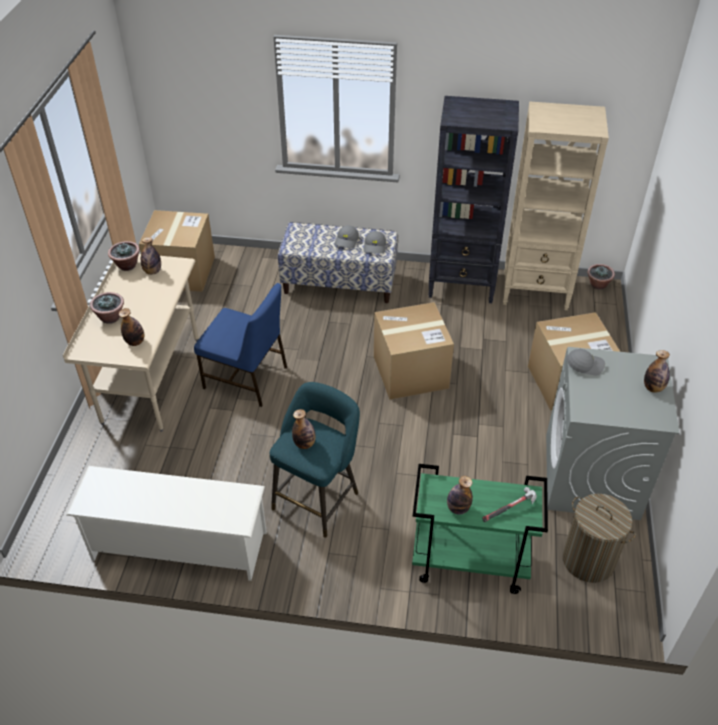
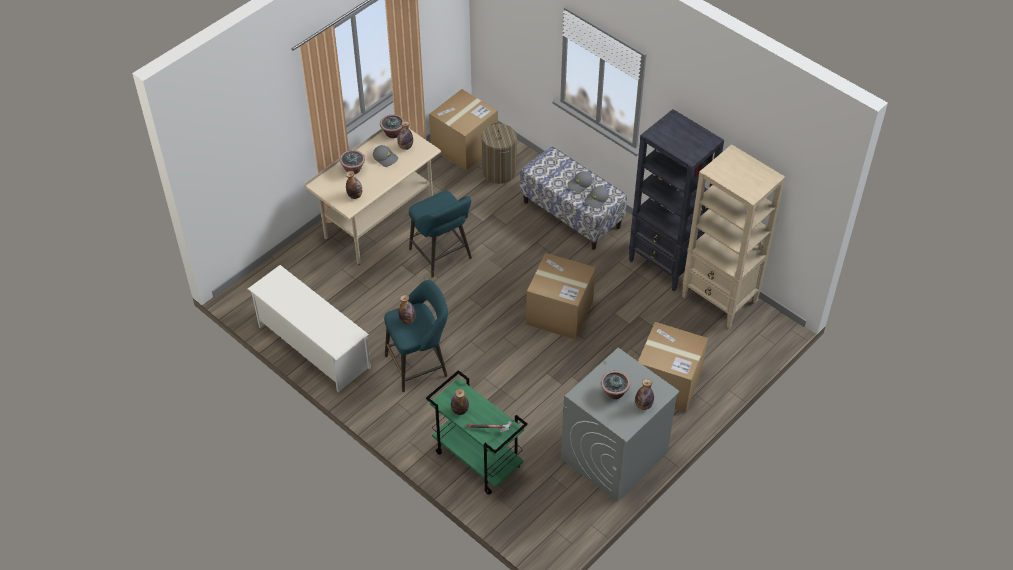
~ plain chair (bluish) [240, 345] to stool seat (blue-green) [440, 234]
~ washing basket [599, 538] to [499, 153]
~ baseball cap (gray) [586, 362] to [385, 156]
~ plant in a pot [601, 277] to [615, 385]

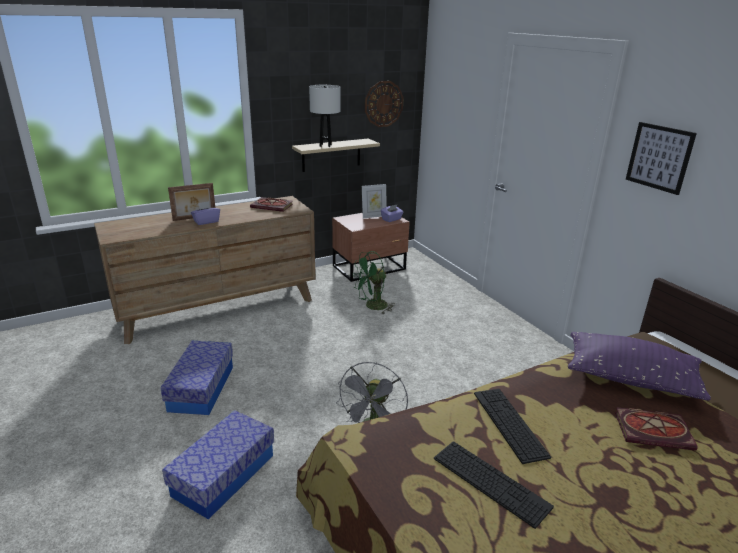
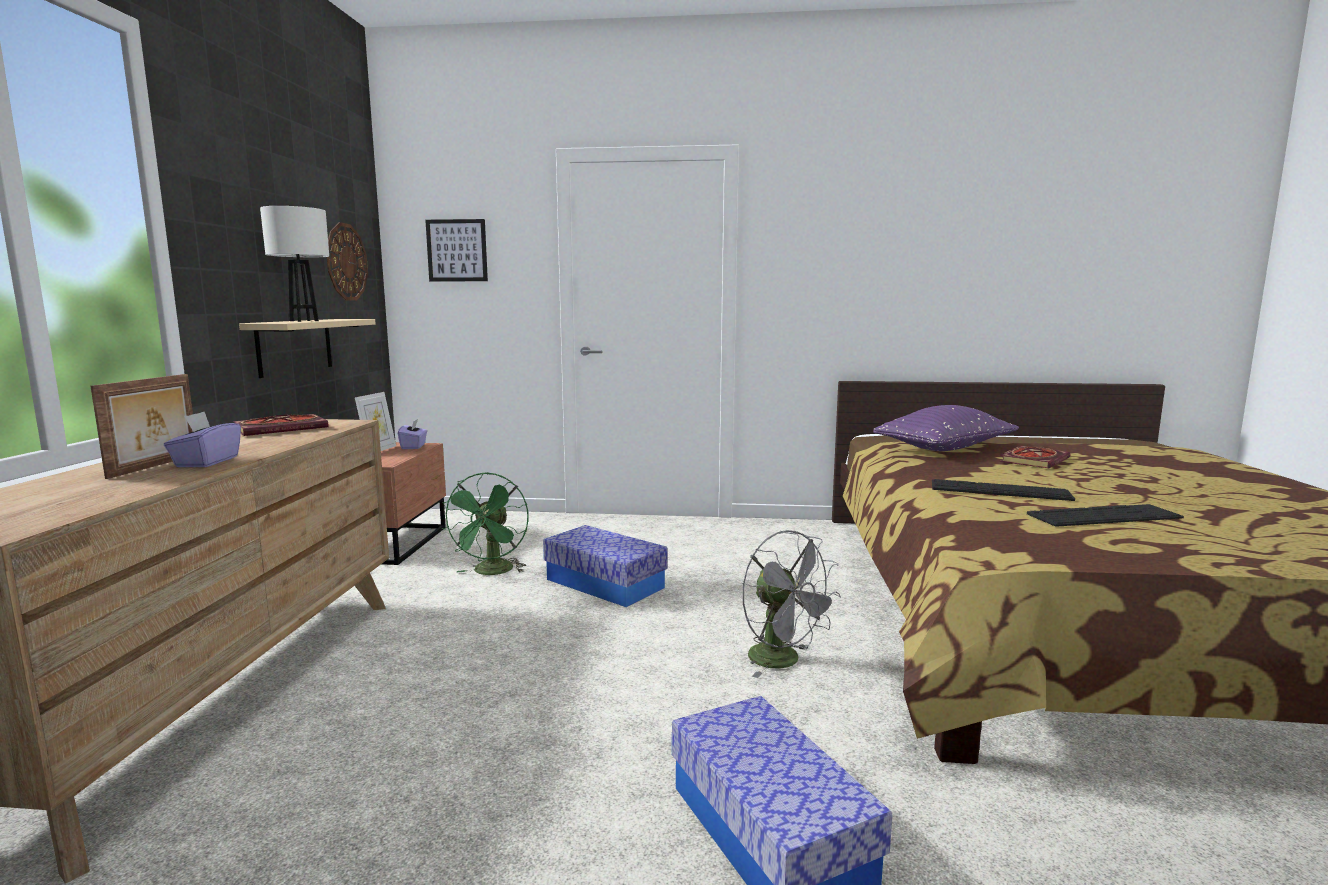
~ storage container [196, 378] to [605, 566]
~ wall art [661, 158] to [456, 250]

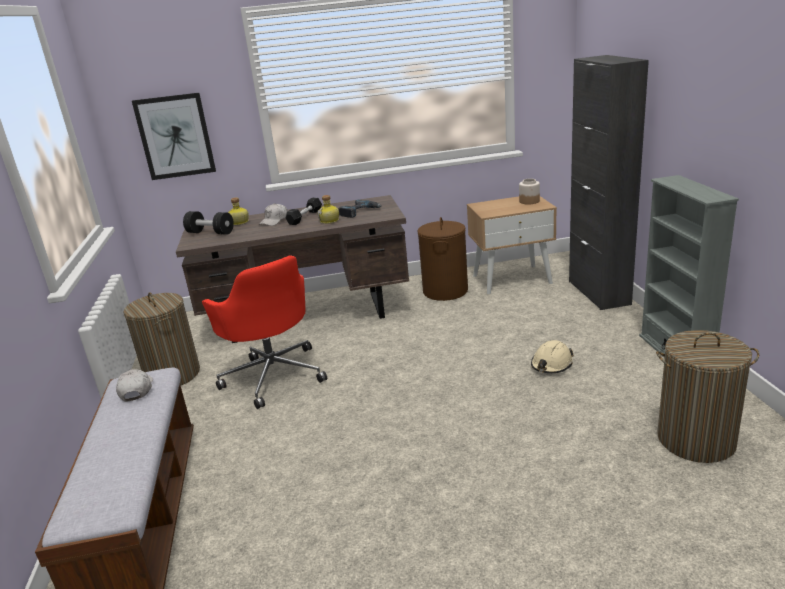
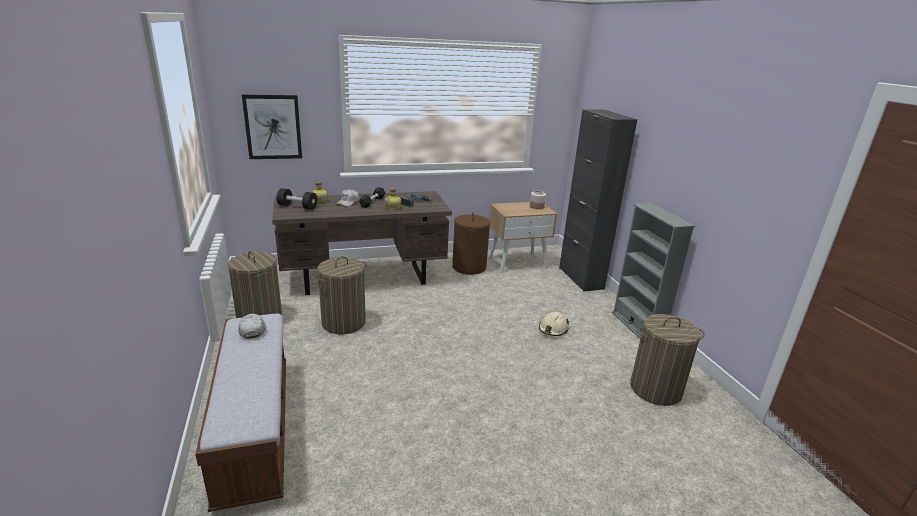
~ office chair (red-coloured) [264, 332] to washing basket [341, 295]

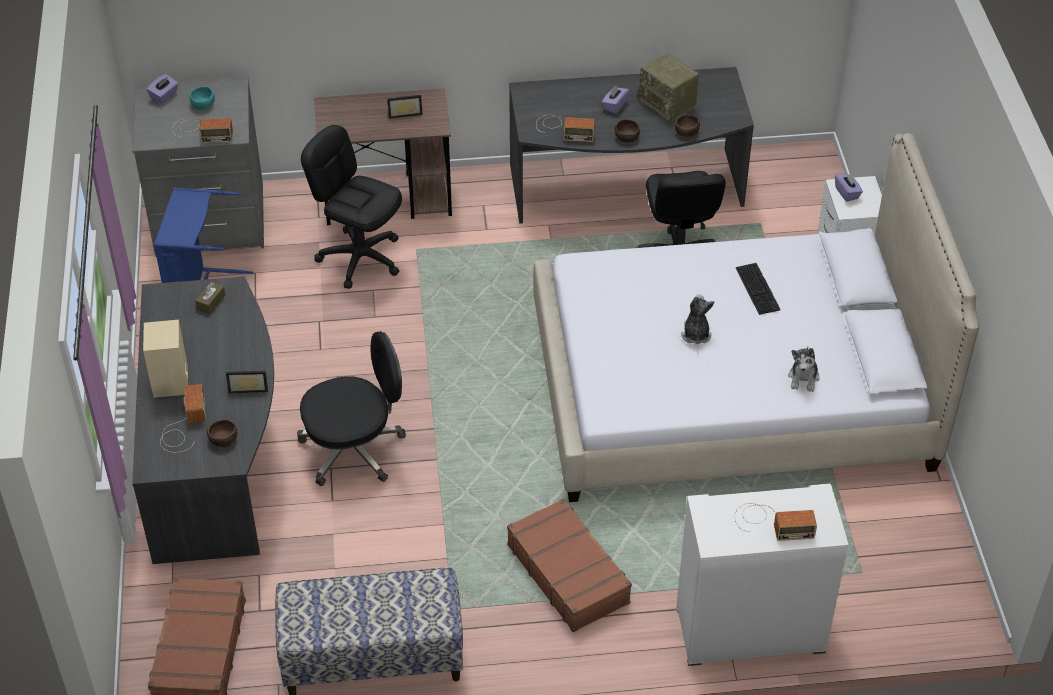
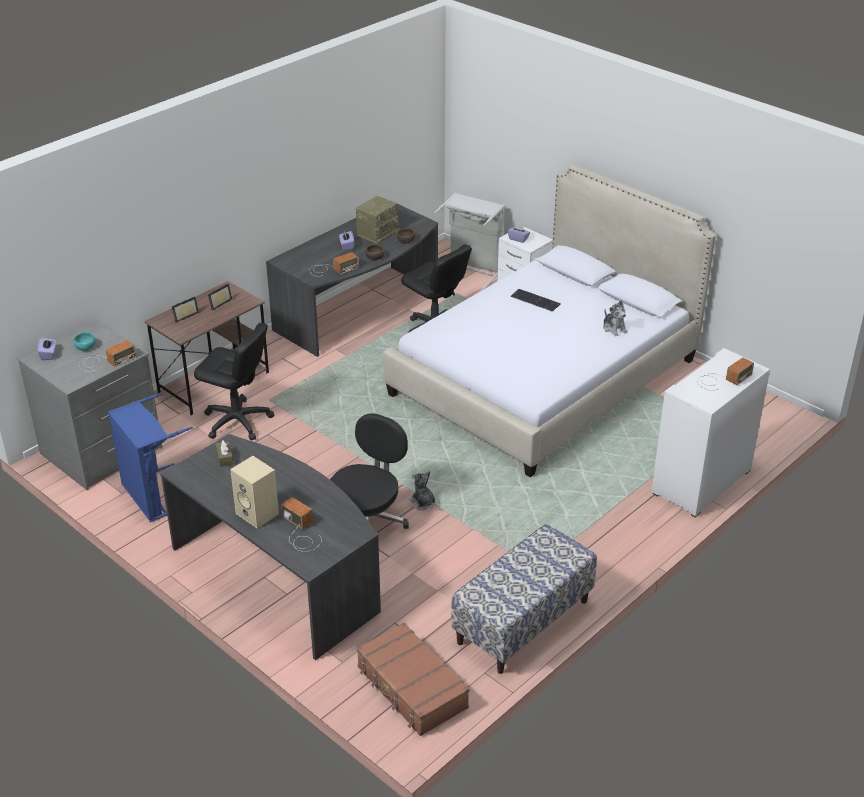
- deep dish (brown) [222, 433]
~ picture frame [247, 382] to [185, 310]
~ office chair (black-coloured) [351, 207] = [234, 381] 150 degrees counterclockwise
- travel case (brown) [569, 565]
~ radio [669, 88] = [378, 220] 60 degrees counterclockwise
~ cuddly toy [698, 319] to [422, 491]
+ washing basket (gray) [469, 241]

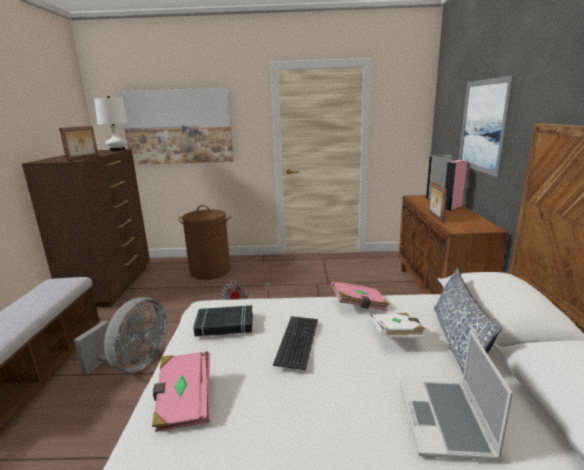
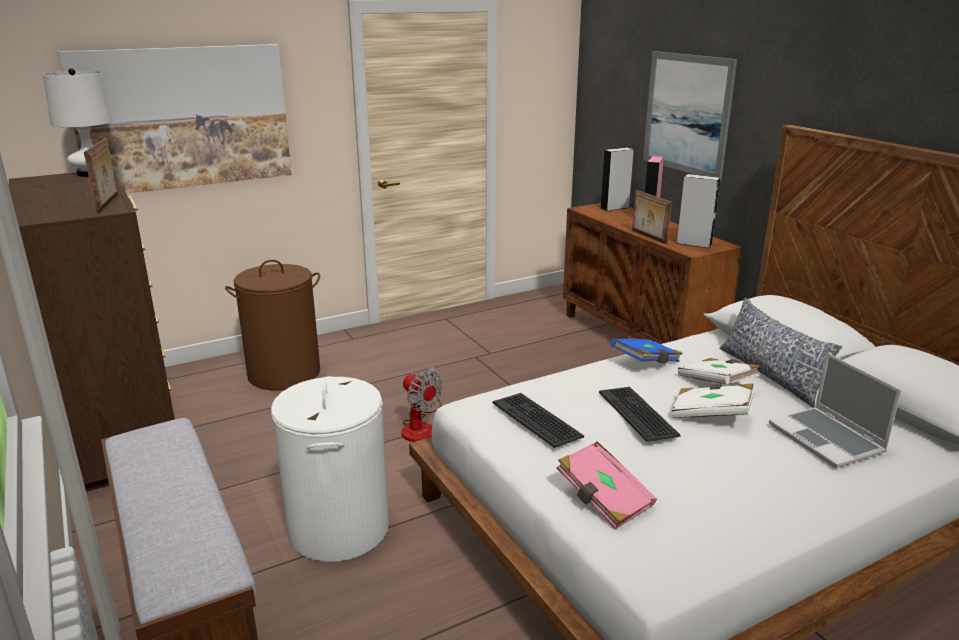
~ electric fan (gray) [120, 335] to washing basket (white) [330, 469]
~ volume (black-coloured) [223, 321] to computer keyboard [538, 420]
~ volume (pink-coloured) [360, 296] to volume (bluish) [646, 350]
+ volume (white) [713, 400]
+ loudspeaker (gray) [698, 211]

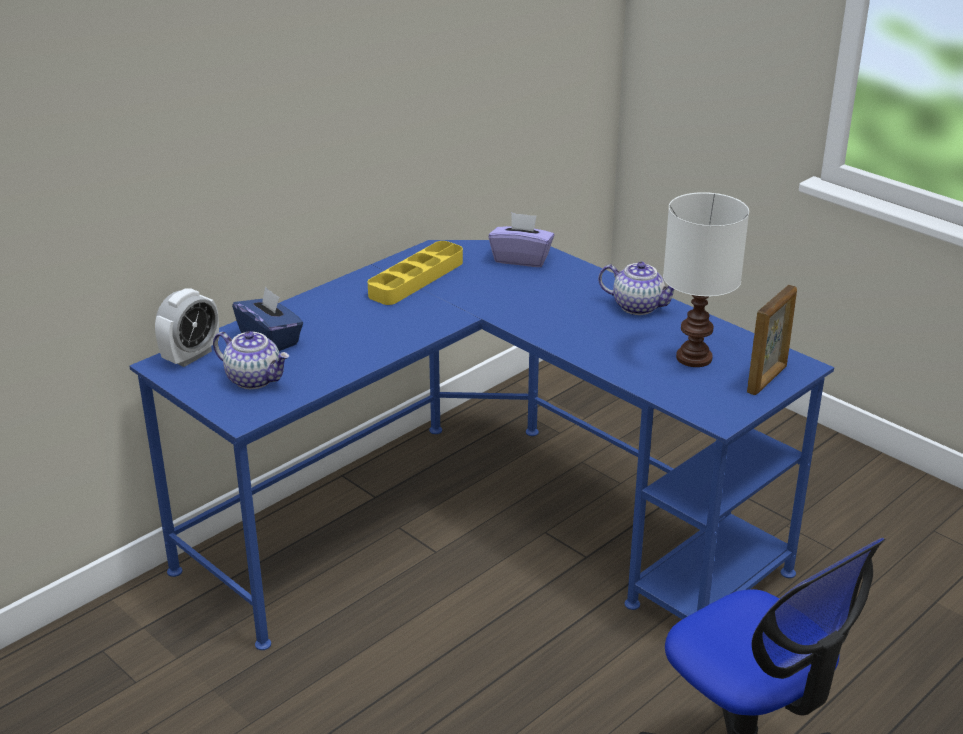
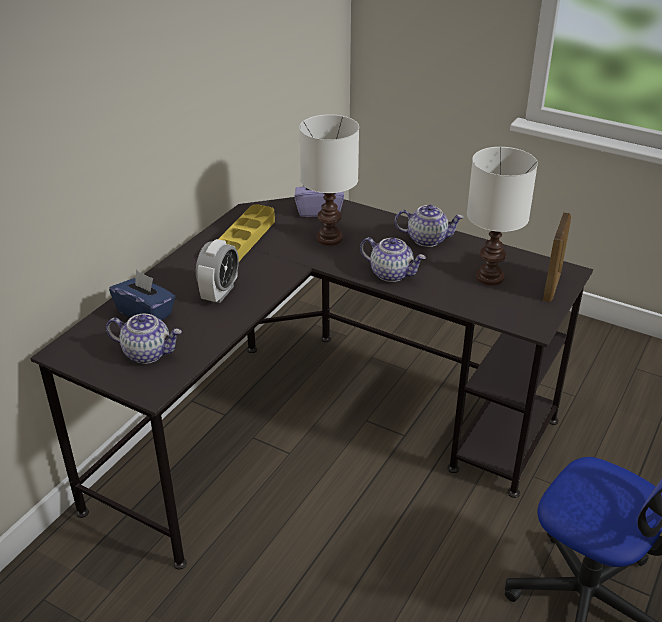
~ desk table (bluish) [481, 445] to desk table (black-coloured) [311, 383]
~ table clock [187, 327] to [217, 271]
+ tabletop lamp (white) [329, 180]
+ teapot [393, 259]

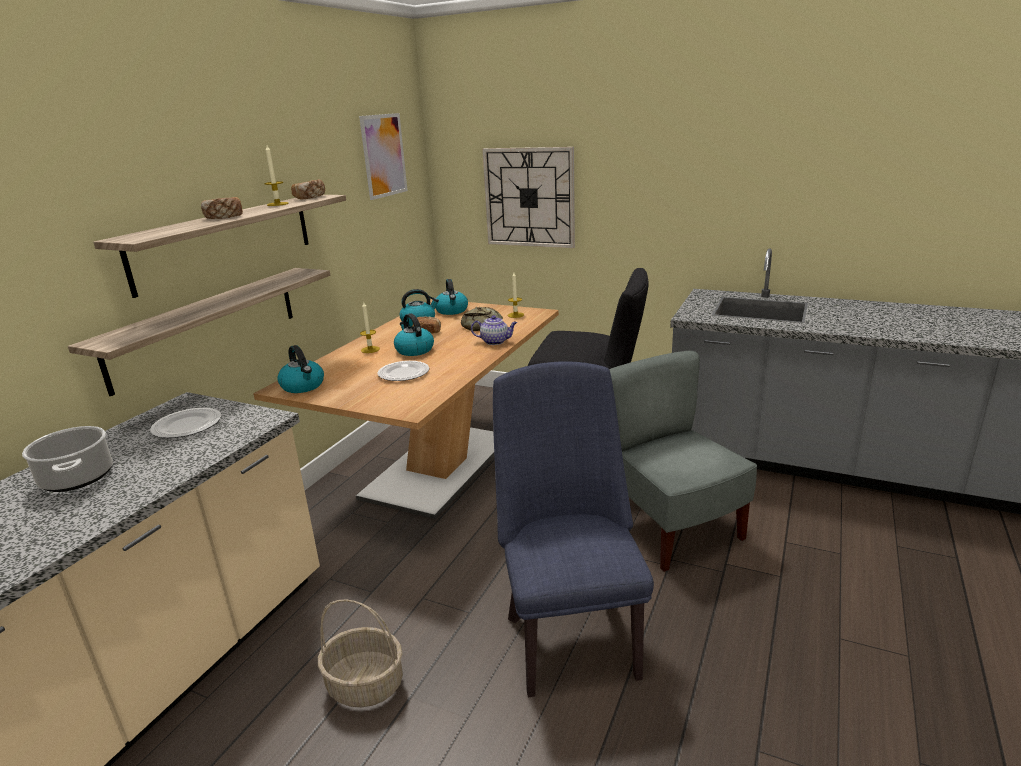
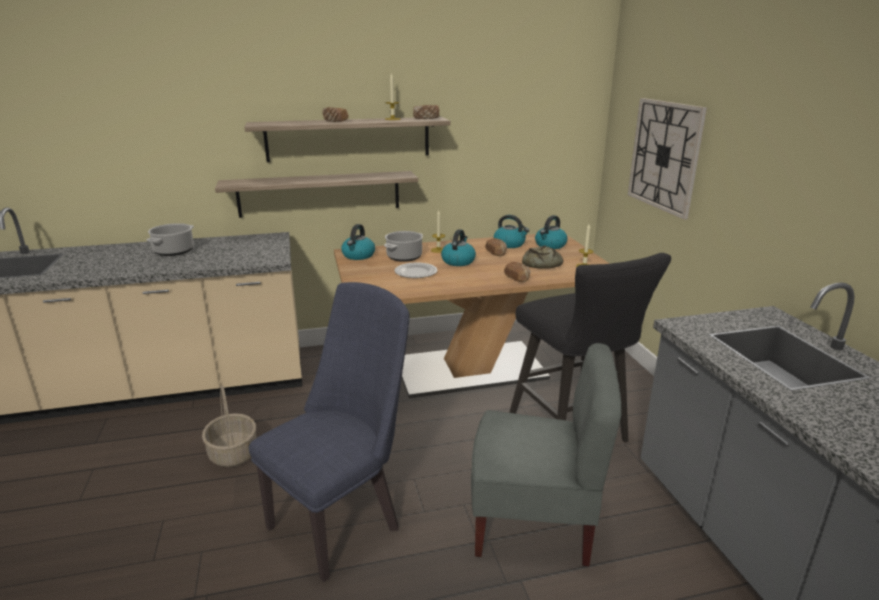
- flat dish [185, 423]
- wall art [383, 156]
~ teapot [494, 330] to bread [517, 272]
~ plain chair (gray) [683, 461] = [546, 455] 75 degrees clockwise
+ stockpot [403, 246]

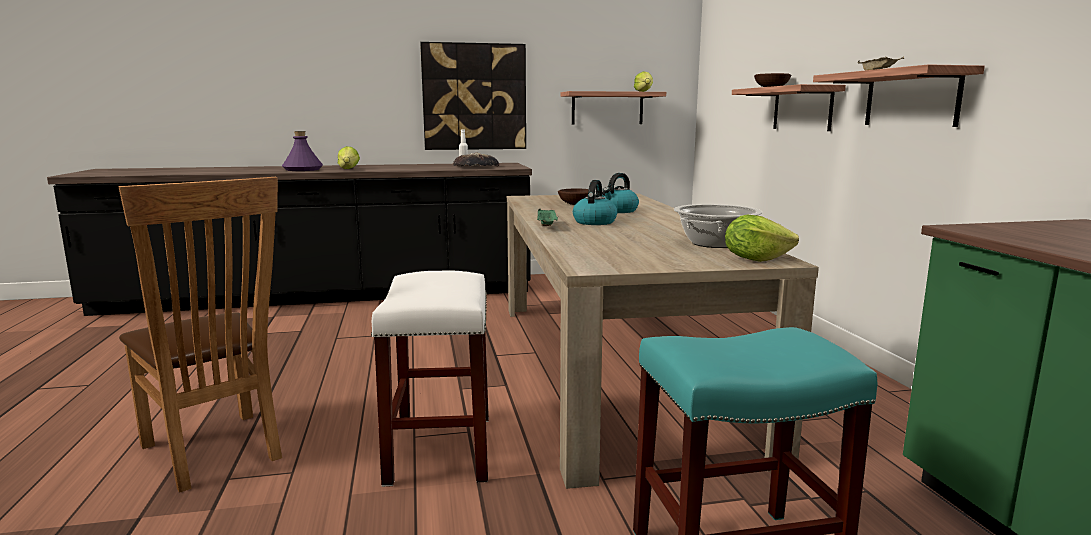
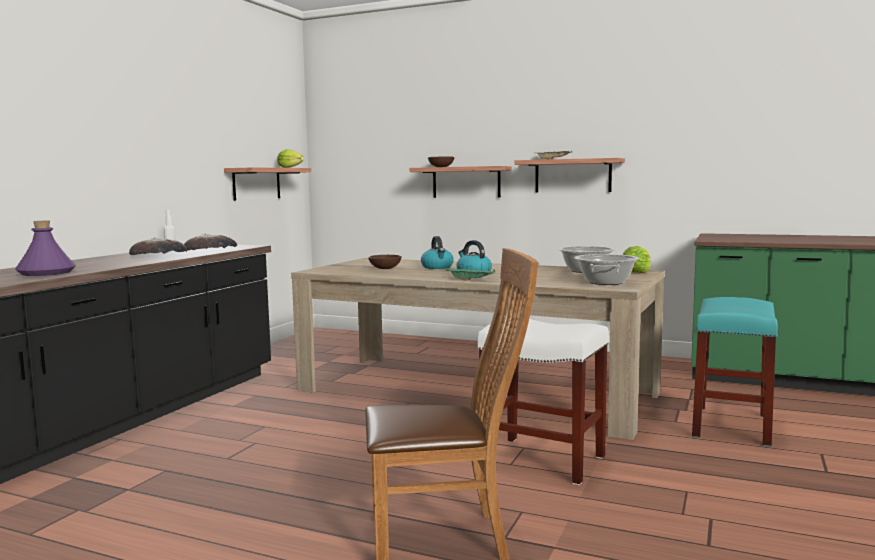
- lettuce [349, 157]
- wall art [473, 96]
+ bread [158, 246]
+ stockpot [606, 269]

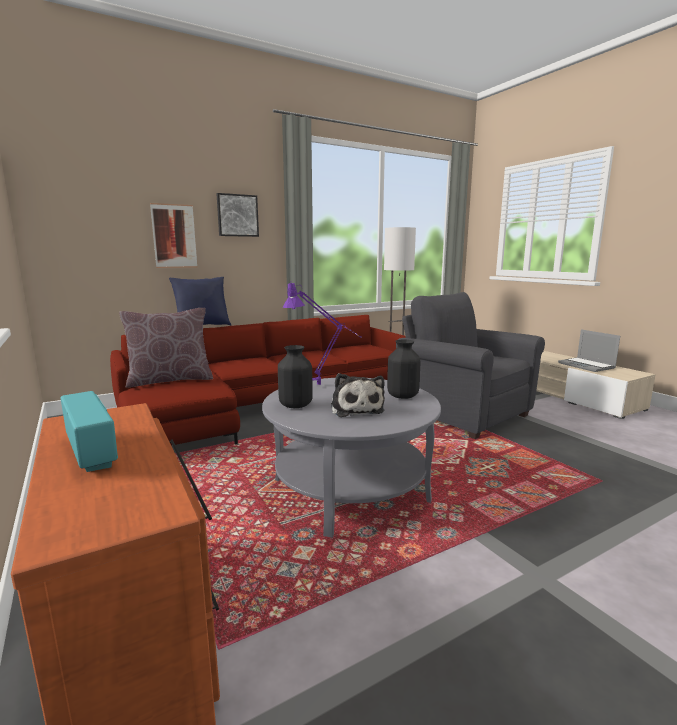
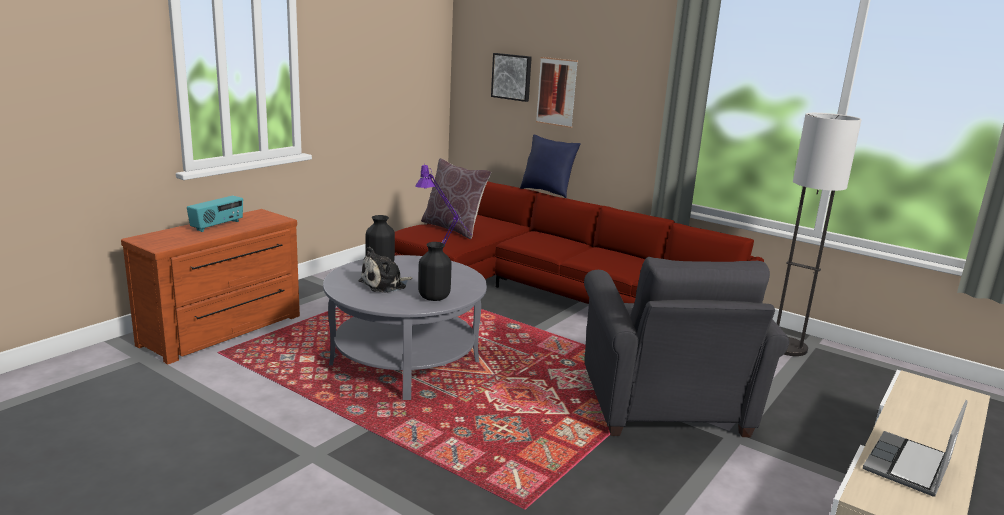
~ wall art [237, 215] to [511, 77]
~ easy chair (gray) [470, 365] = [686, 347] 150 degrees clockwise

